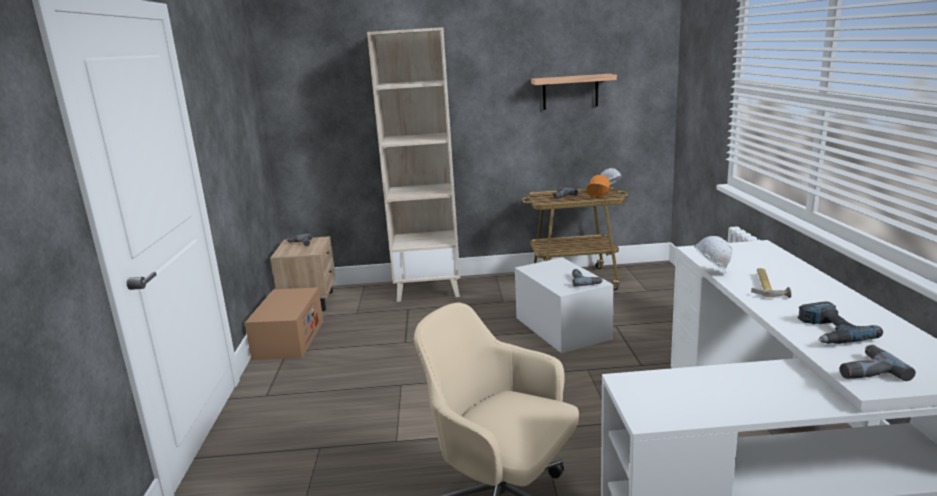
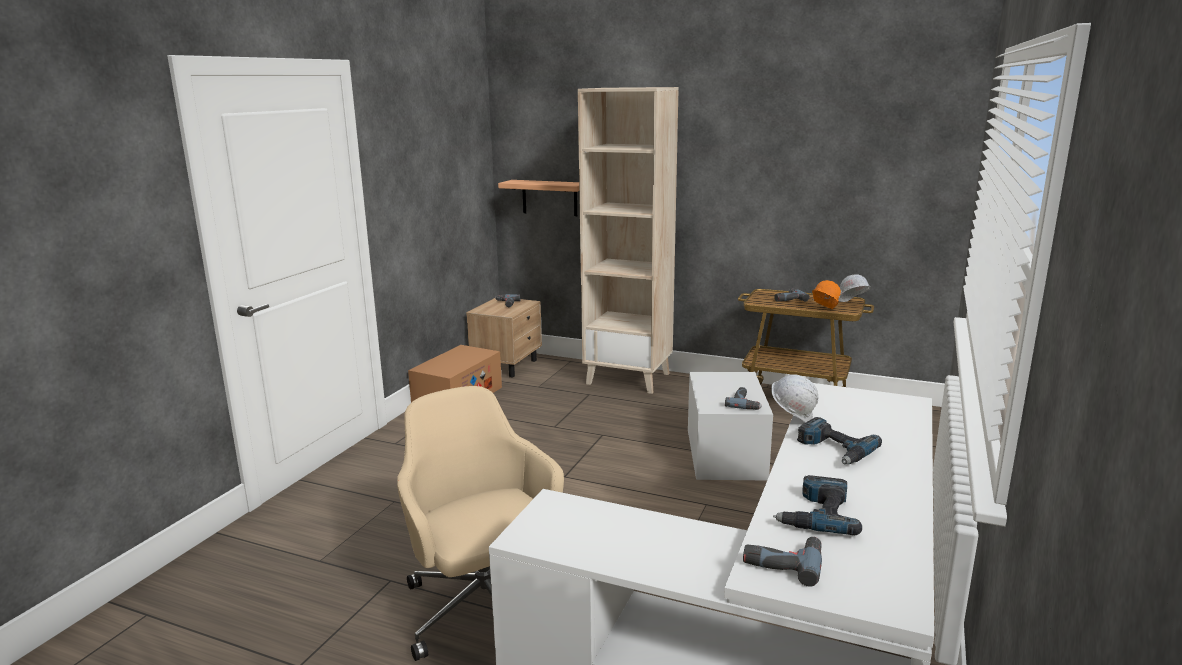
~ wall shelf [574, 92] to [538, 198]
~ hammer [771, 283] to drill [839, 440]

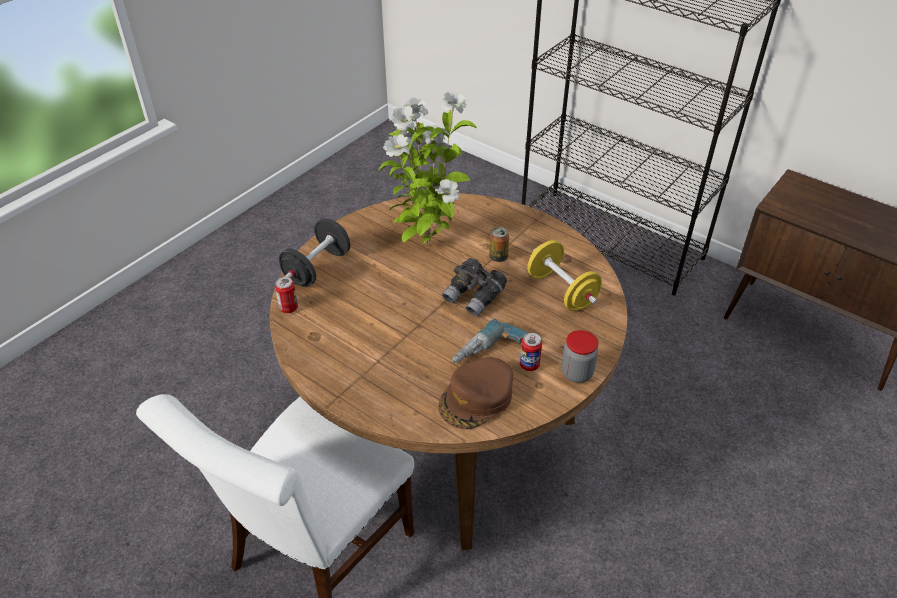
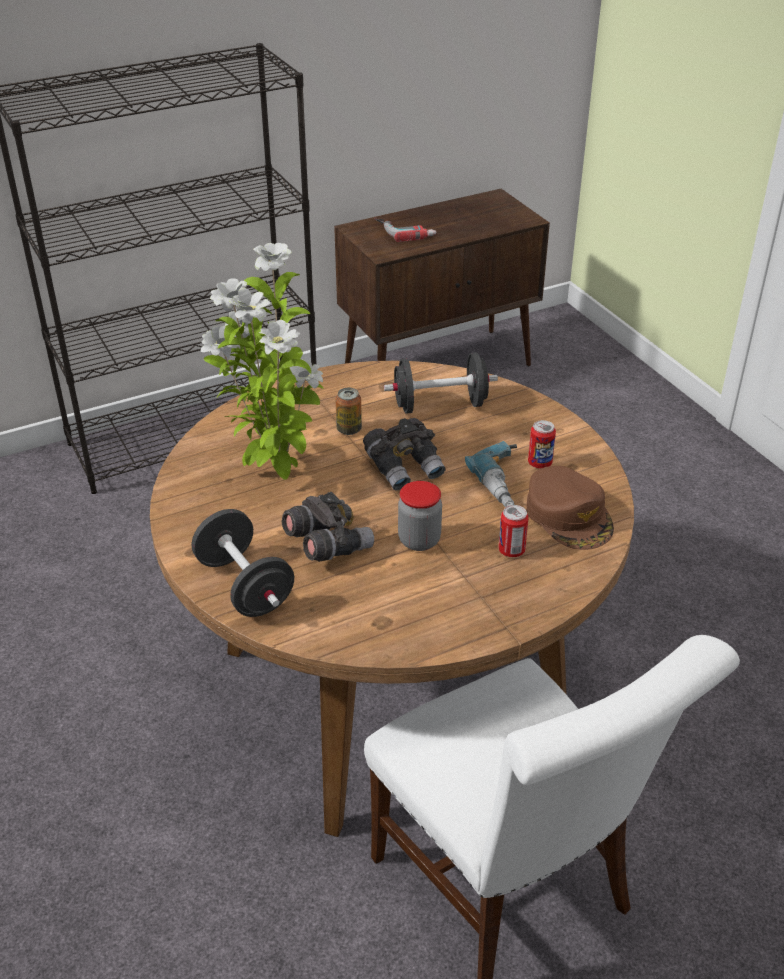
~ sealed can [286, 295] to [514, 531]
~ free weight (yellow) [564, 275] to free weight (black-coloured) [441, 383]
~ jar [579, 356] to [420, 516]
+ pair of binoculars (gray) [328, 527]
+ drill [405, 230]

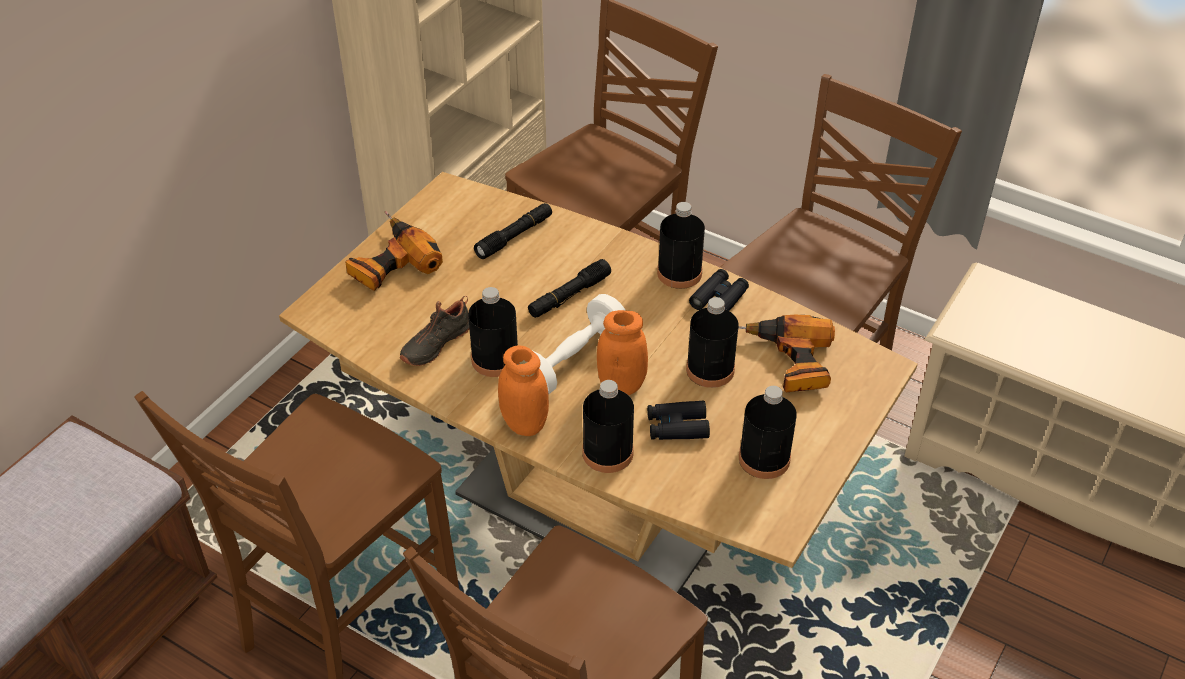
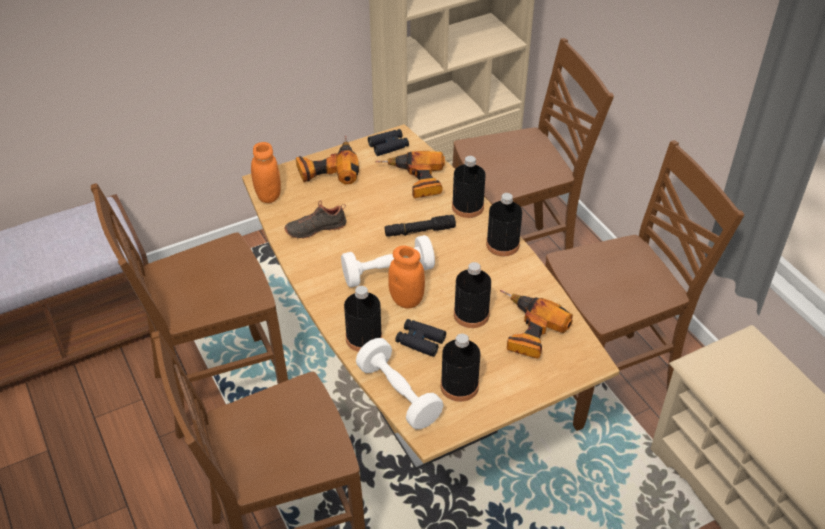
~ drink bottle (black-coloured) [493, 332] to [469, 187]
~ hand torch (black-coloured) [513, 231] to drill [410, 174]
~ jar (orange) [523, 391] to [266, 172]
~ pair of binoculars (black-coloured) [719, 290] to [388, 142]
+ free weight (white) [399, 383]

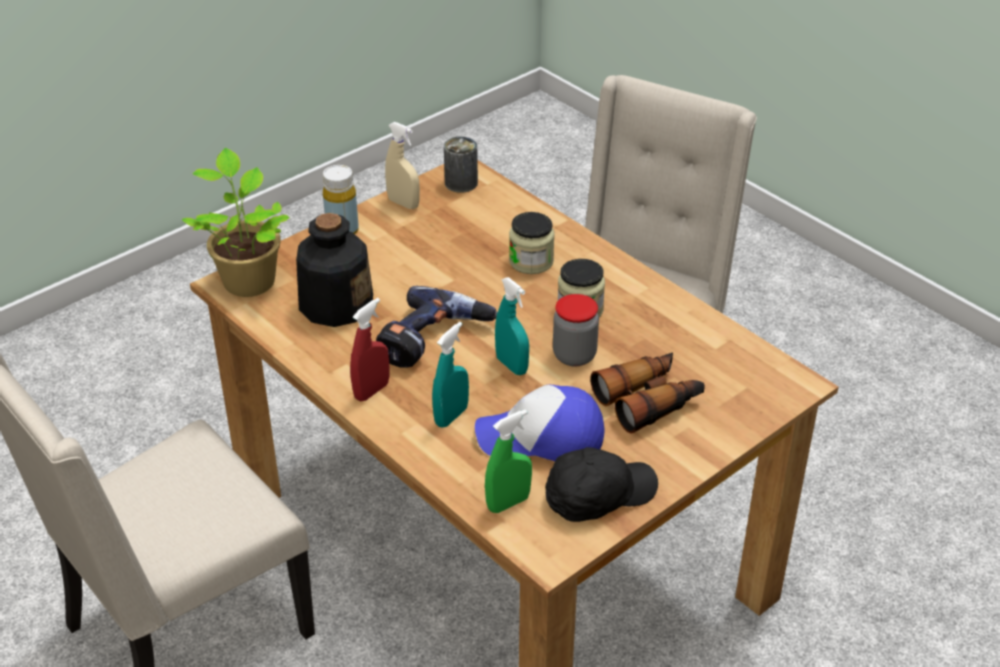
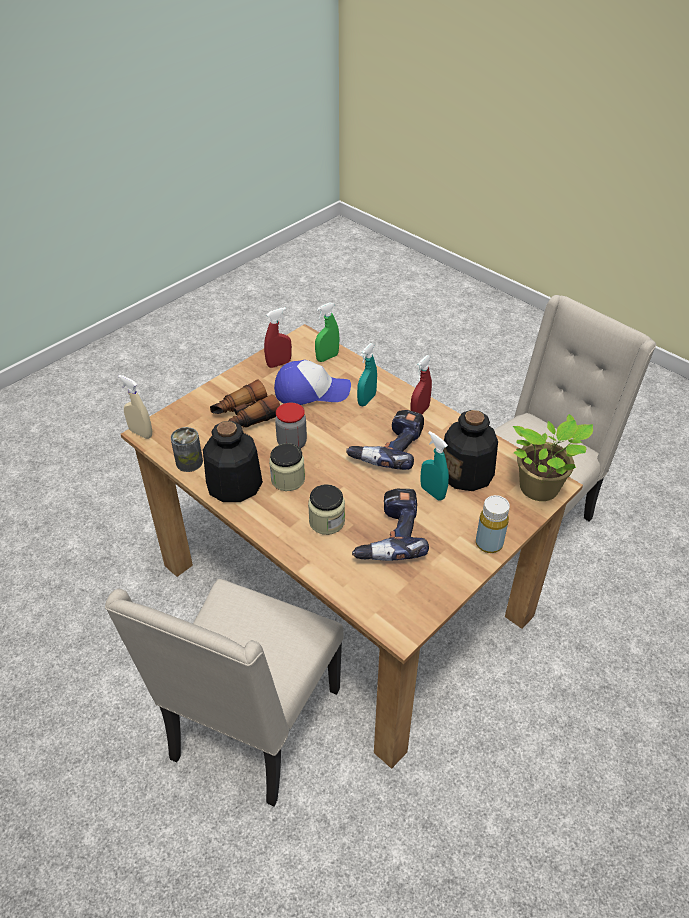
~ spray bottle (sand-coloured) [402, 165] to [135, 407]
~ sealed can [461, 165] to [187, 449]
~ spray bottle (blue-green) [512, 326] to [434, 466]
~ baseball cap (black-coloured) [601, 484] to spray bottle (red-coloured) [278, 337]
+ drink bottle [233, 461]
+ drill [390, 525]

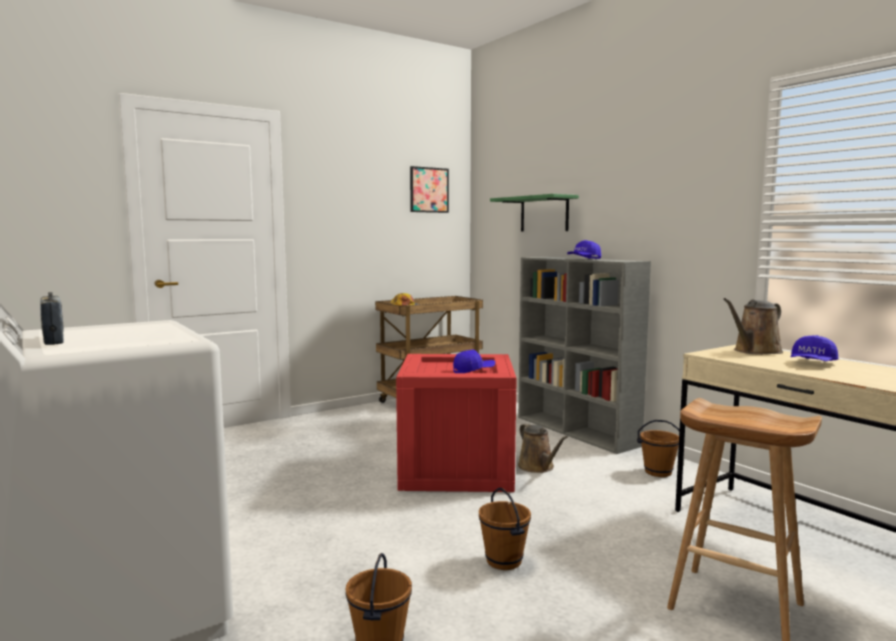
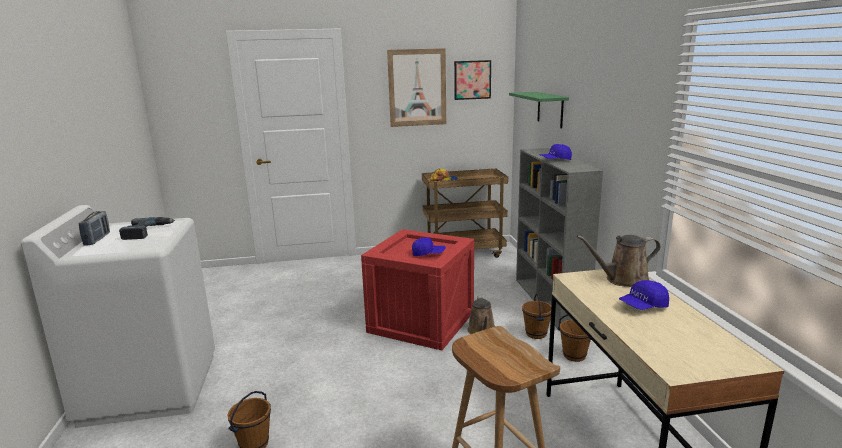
~ pail (brown) [505, 529] to [536, 316]
+ drill [147, 228]
+ wall art [416, 87]

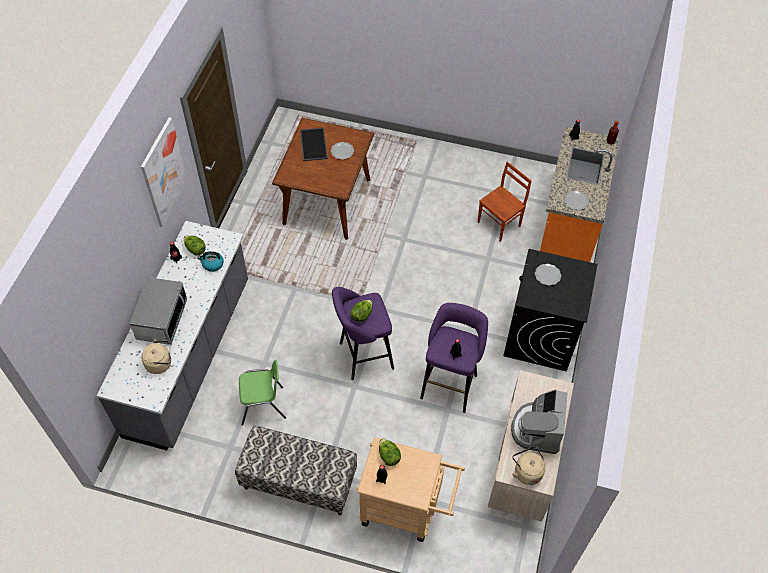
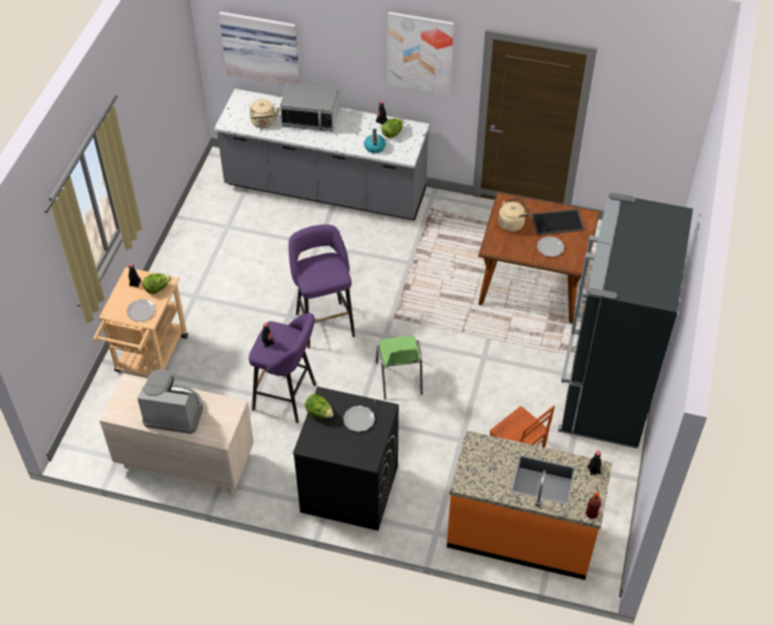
- bench [296, 470]
~ plain chair (greenish) [262, 392] to [399, 368]
~ lettuce [361, 311] to [319, 406]
~ tea kettle (sand-coloured) [529, 465] to [514, 215]
~ flat dish [576, 200] to [140, 310]
+ wall art [259, 48]
+ refrigerator (black-coloured) [625, 320]

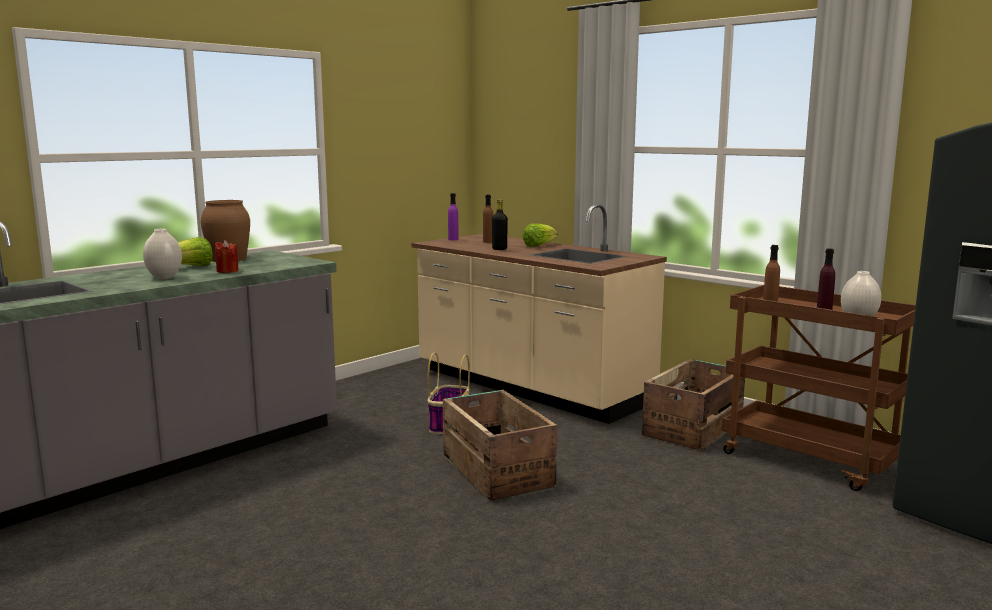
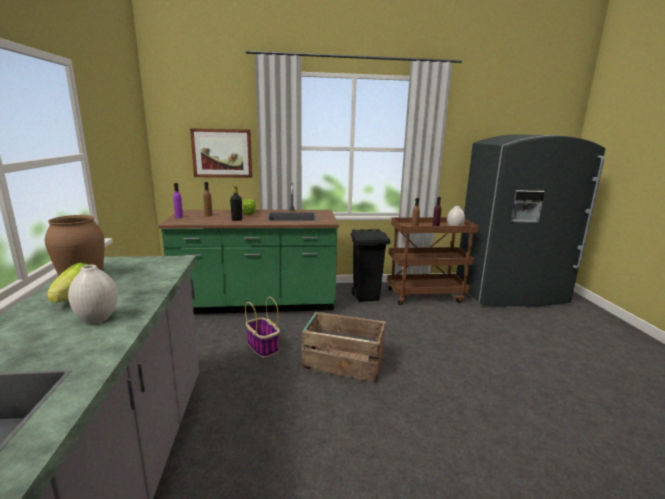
- wax light (red-coloured) [226, 256]
~ kitchen base unit (sand-coloured) [539, 314] to kitchen base unit (greenish) [248, 248]
~ crate [693, 405] to trash can (black-coloured) [370, 265]
+ wall art [221, 153]

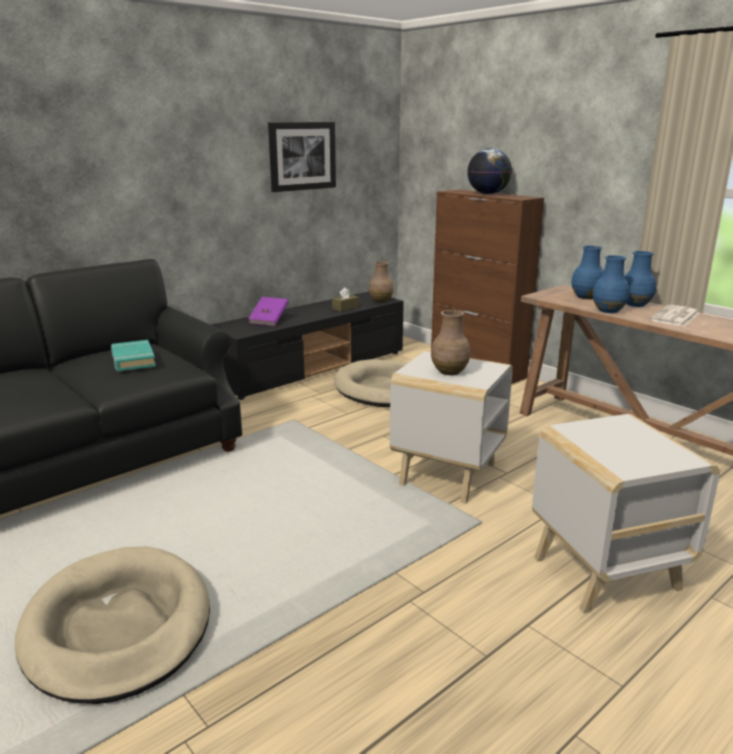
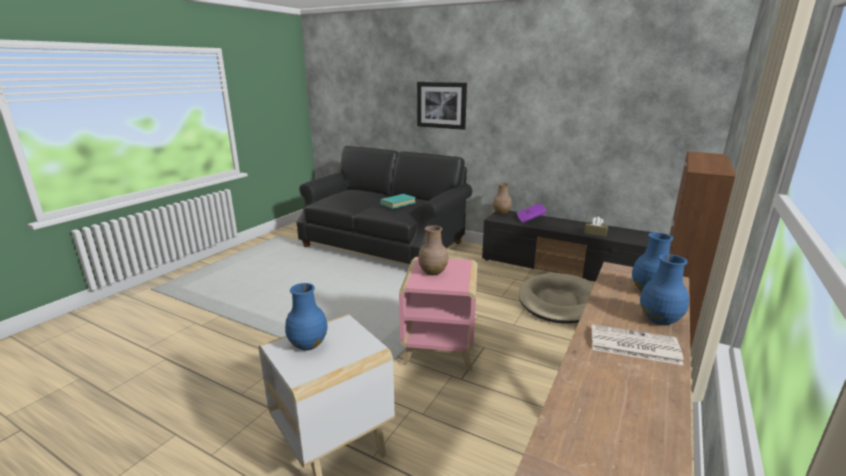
- dog cushion (sand-coloured) [112, 625]
~ wall art [302, 157] to [442, 106]
~ decorative vase (brown) [381, 282] to [502, 198]
~ side table (white) [451, 427] to side table (pink-coloured) [438, 314]
- desk globe [489, 171]
~ decorative vase (bluish) [610, 284] to [306, 317]

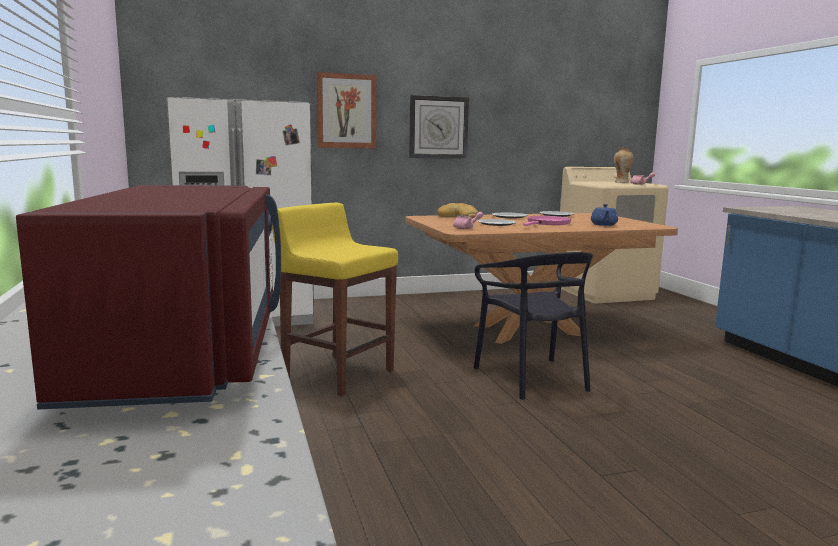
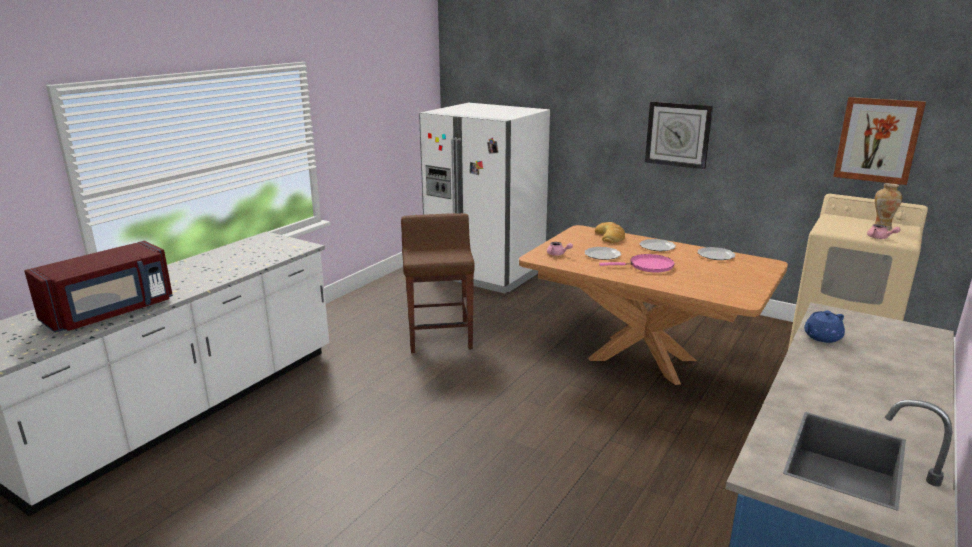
~ stool seat (yellow) [335, 299] to stool seat (brown) [438, 283]
~ wall art [347, 110] to [879, 141]
- plain chair (black-coloured) [533, 326]
~ teapot (bluish) [604, 215] to [824, 326]

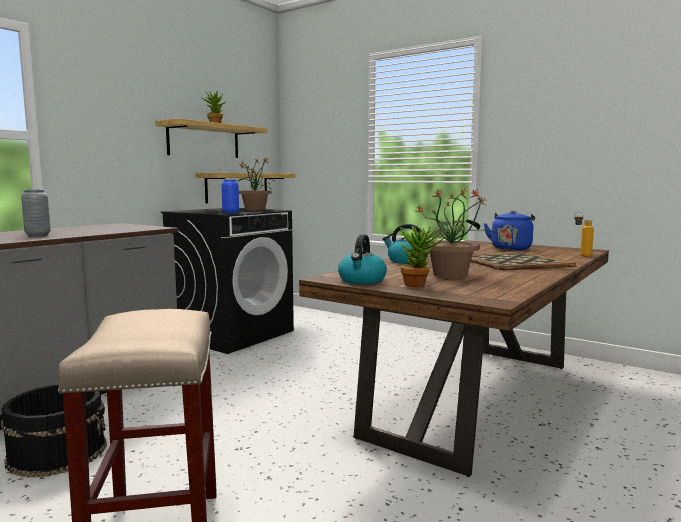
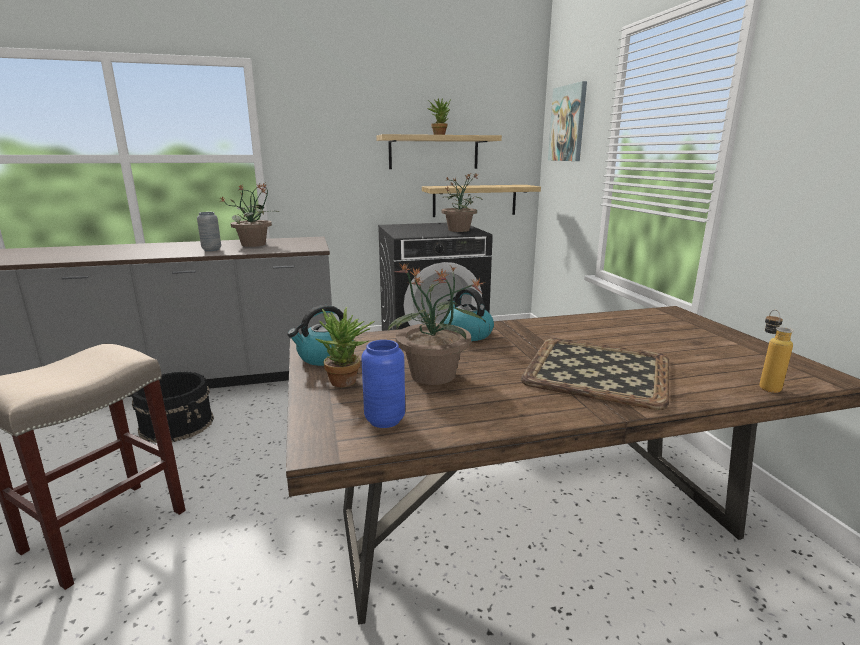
~ decorative vase (bluish) [230, 196] to [383, 384]
- tea kettle (bluish) [509, 231]
+ plant in a pot [250, 215]
+ wall art [567, 121]

